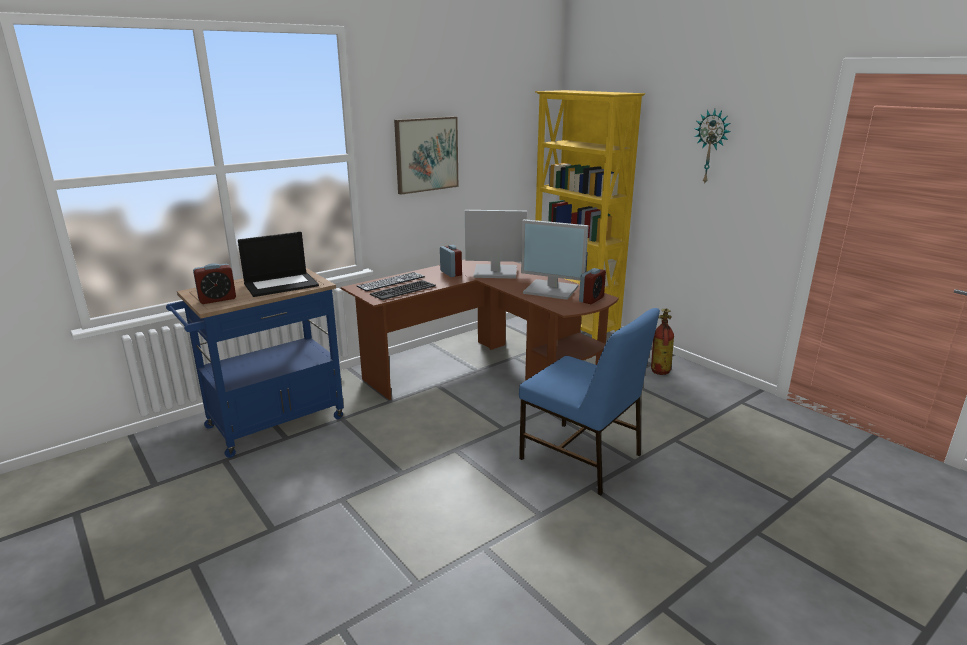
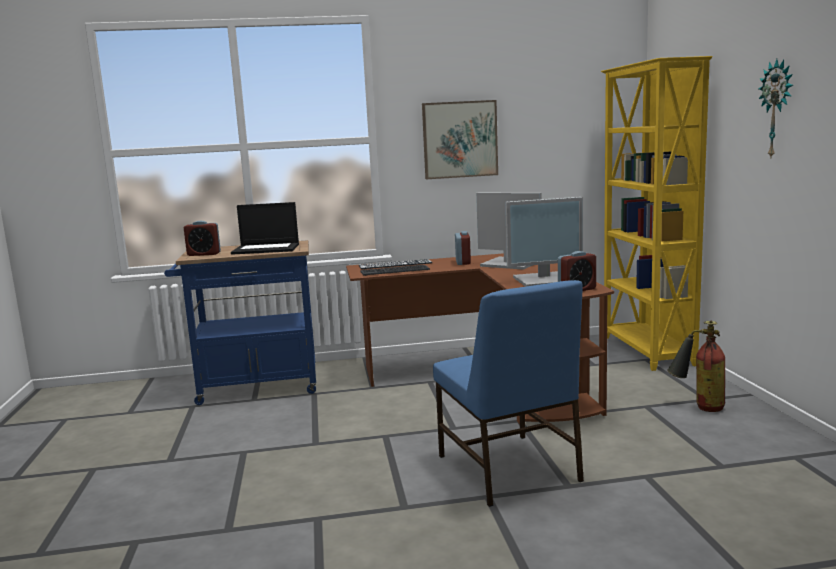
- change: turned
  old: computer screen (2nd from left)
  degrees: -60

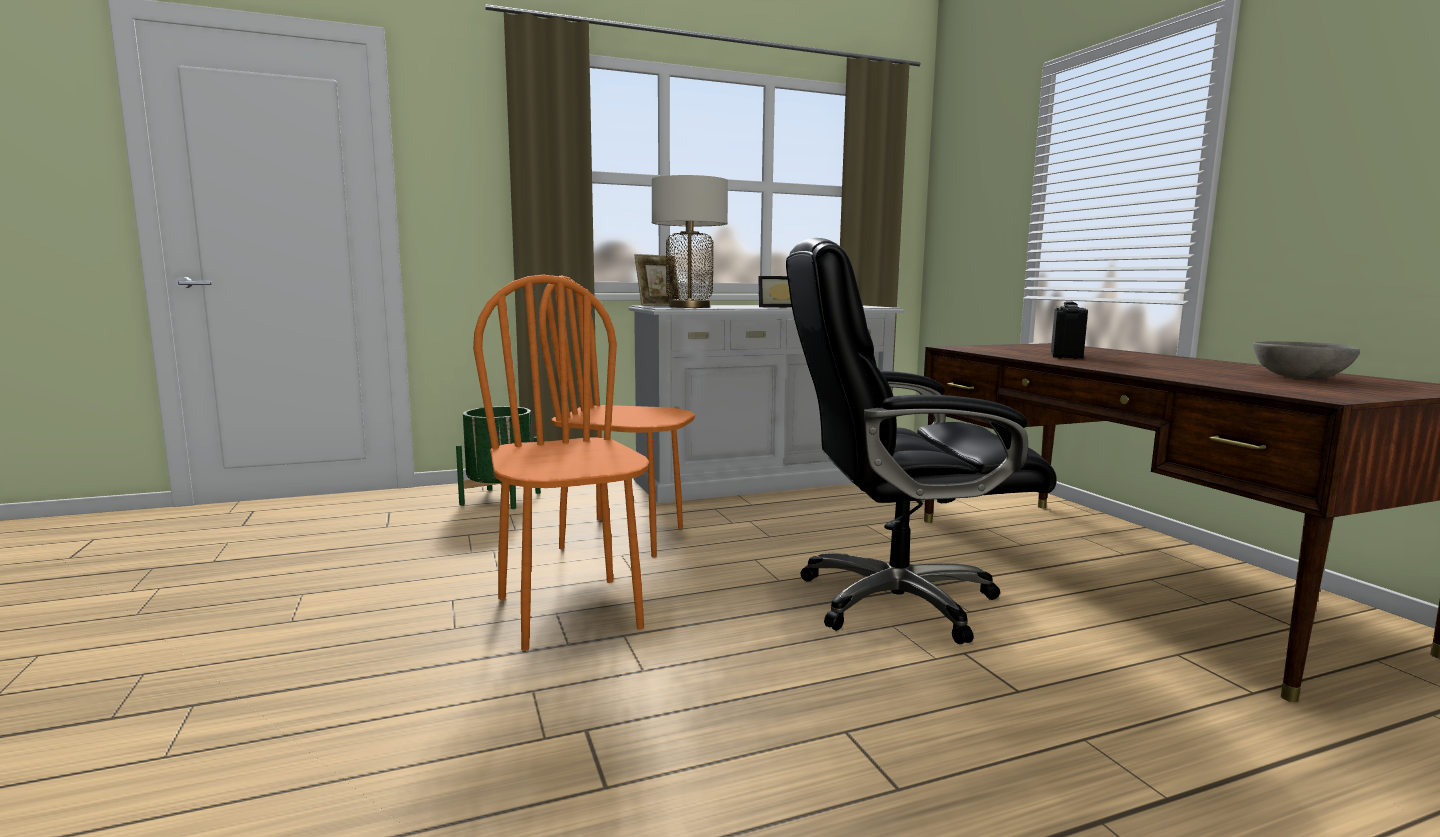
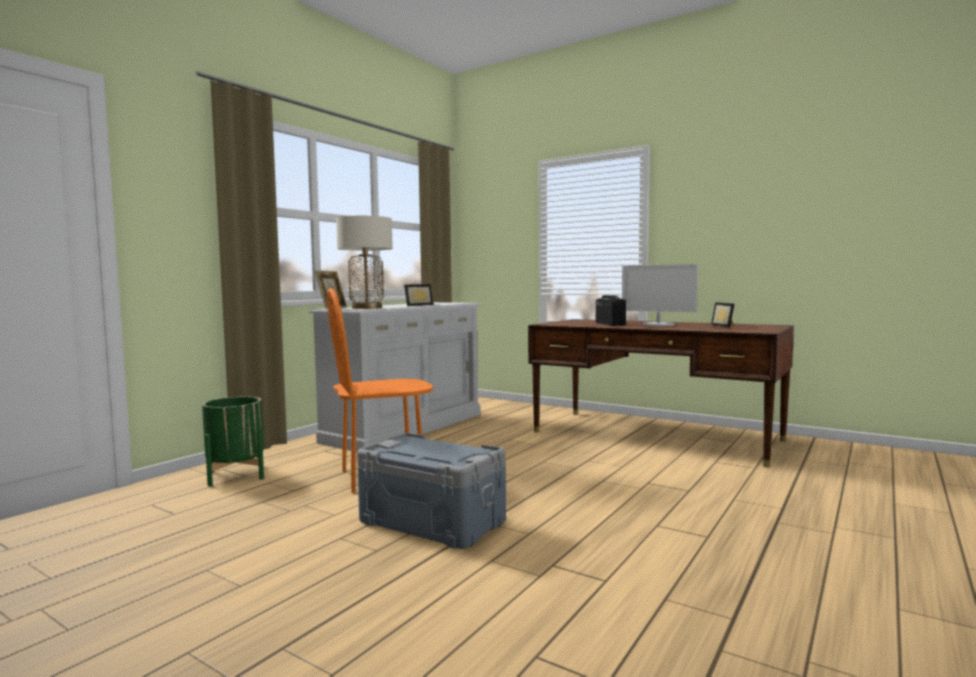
- change: replaced
  old: upright chair/orange-coloured (1st from left)
  new: storage box/greyish
- change: removed
  old: desk chair/blackish
- change: replaced
  old: serving bowl/greyish
  new: standing frame (3rd from left)
- change: added
  new: computer screen

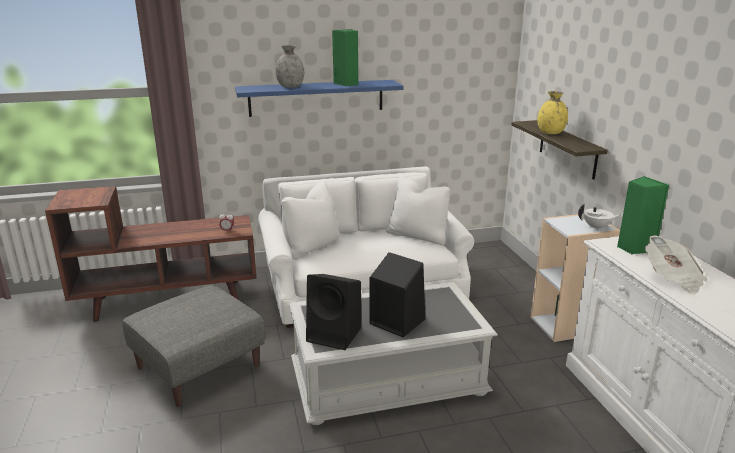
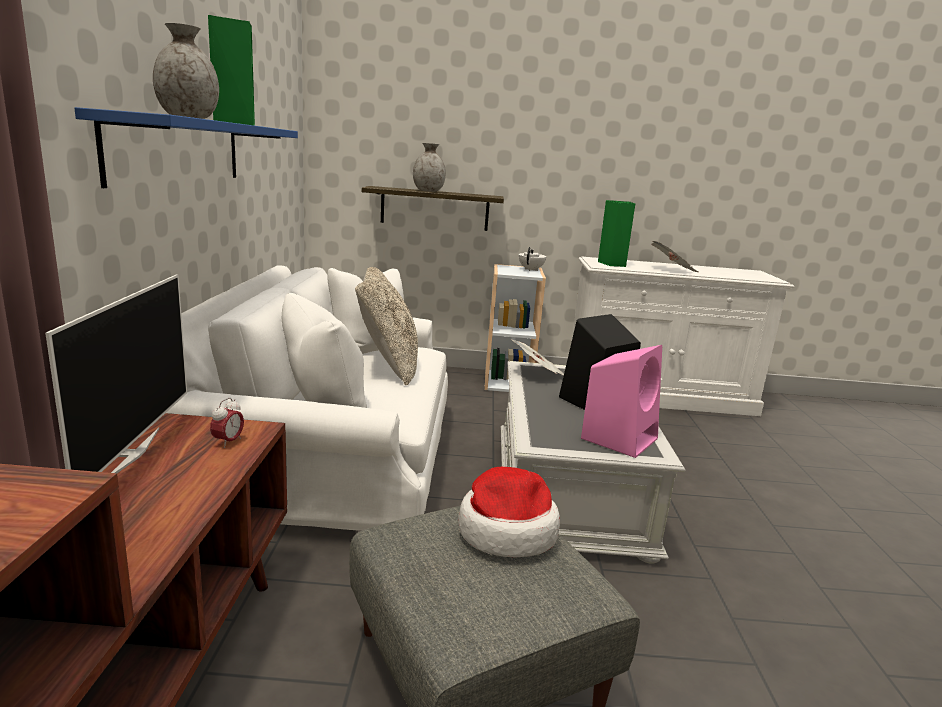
- change: recoloured
  old: speaker/blackish (1st from left)
  new: speaker/pink-coloured
- change: recoloured
  old: flower vase/yellow-coloured
  new: flower vase/greyish (2nd from left)
- change: added
  new: TV
- change: added
  new: throw pillow/beige
- change: added
  new: wearable hat
- change: added
  new: daily paper (1st from left)

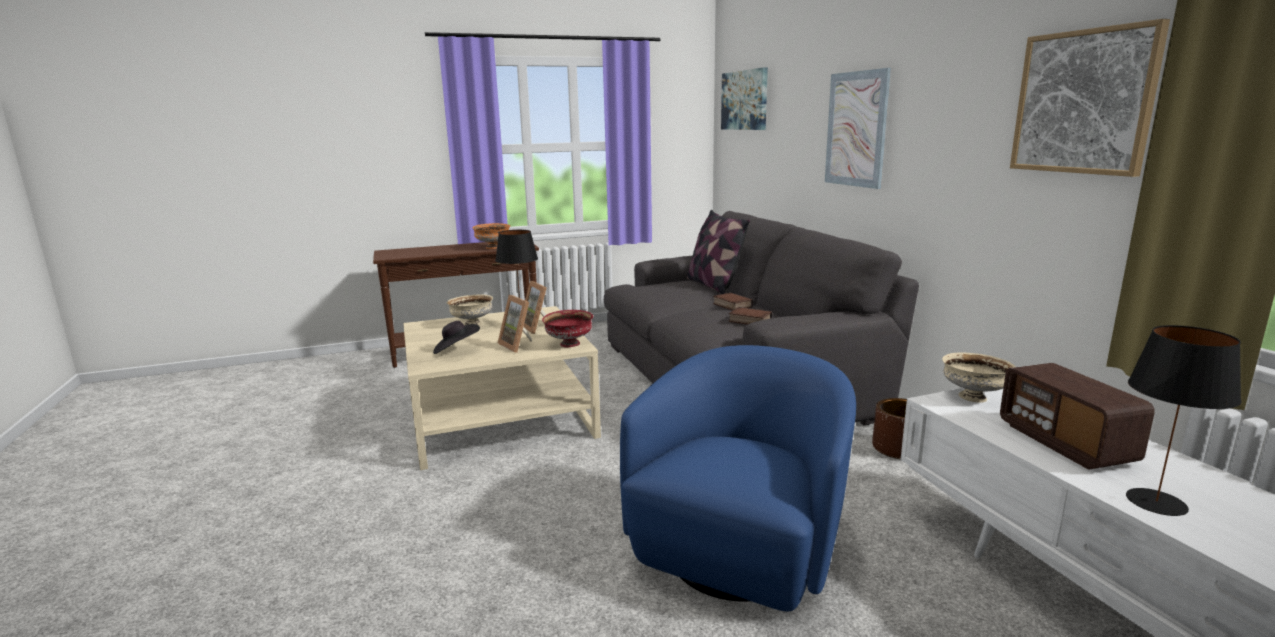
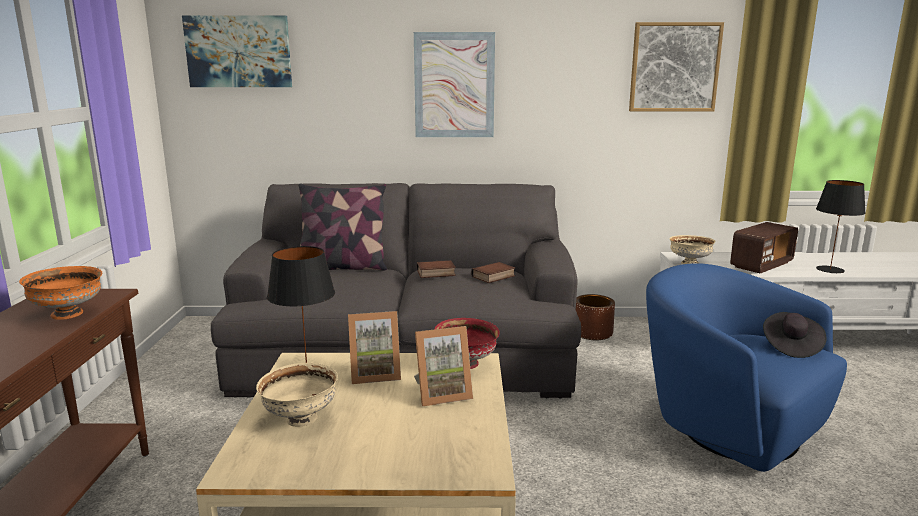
- change: moved
  old: wearable hat/blackish
- change: turned
  old: radio
  degrees: -45

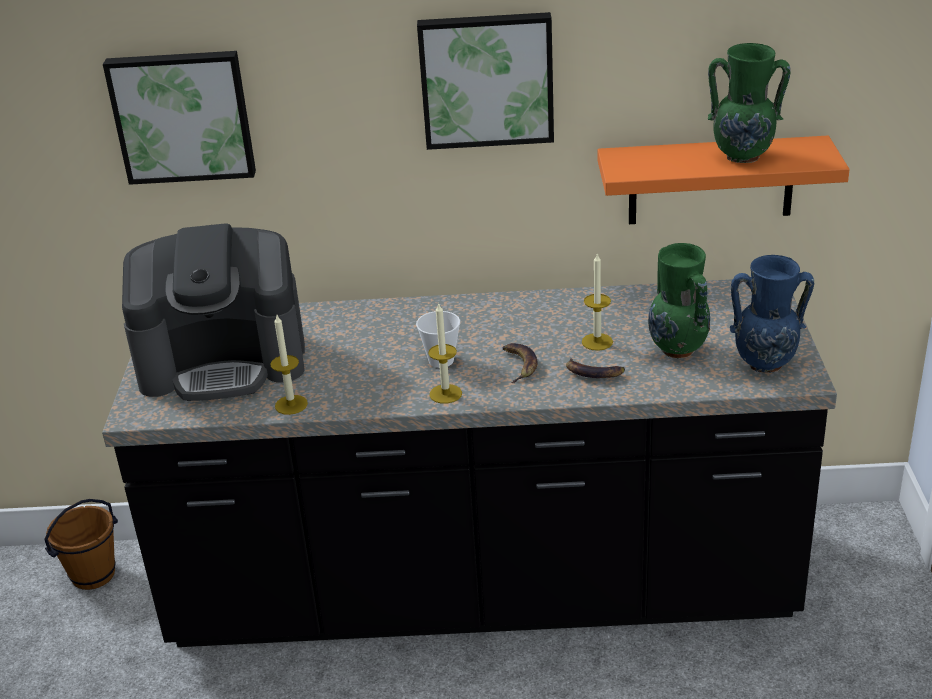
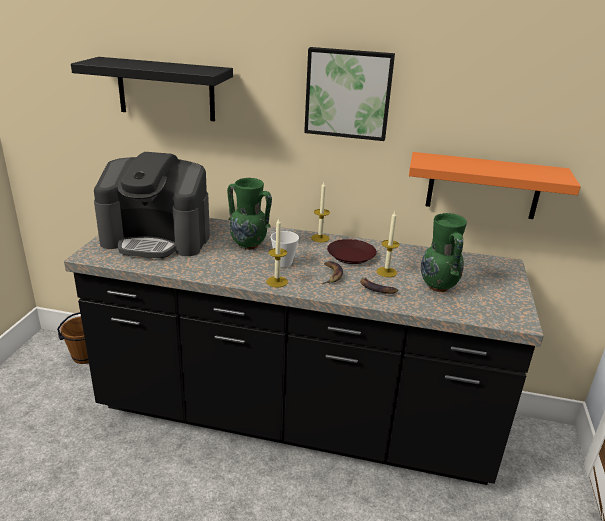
- change: replaced
  old: wall picture (1st from left)
  new: bracket shelf/blackish
- change: moved
  old: wax candle (1st from left in the first image)
  new: wax candle (2nd from left)
- change: moved
  old: flower vase/green-coloured (2nd from left in the first image)
  new: flower vase/green-coloured (1st from left)
- change: removed
  old: flower vase/blue-coloured
- change: added
  new: dinner plate/brownish

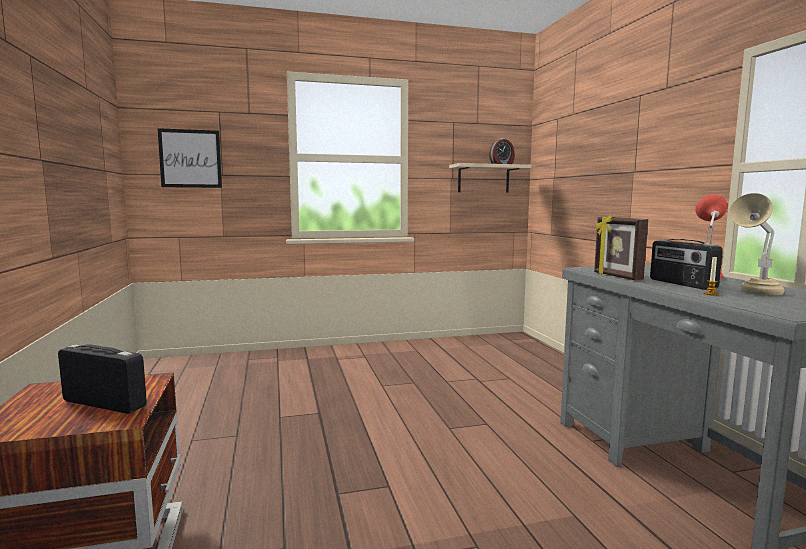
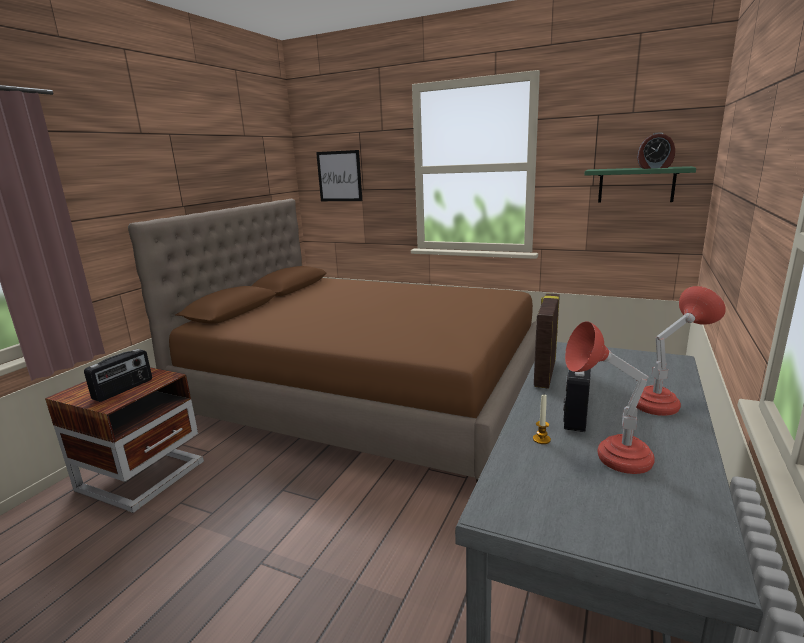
- change: turned
  old: radio (1st from left)
  degrees: 60
- change: recoloured
  old: bracket shelf/beige
  new: bracket shelf/green-coloured
- change: recoloured
  old: table lamp/beige
  new: table lamp/red-coloured (1st from left)
- change: added
  new: bed/brownish

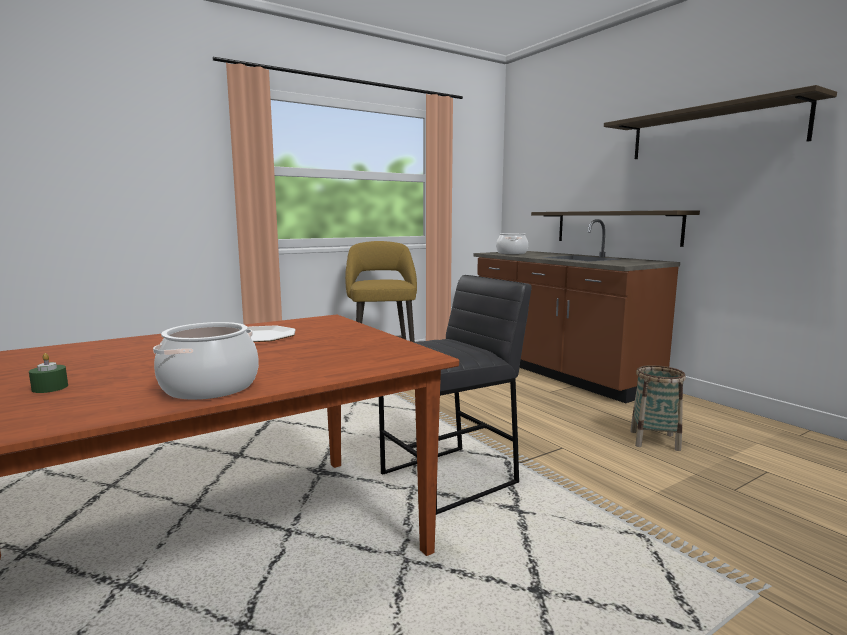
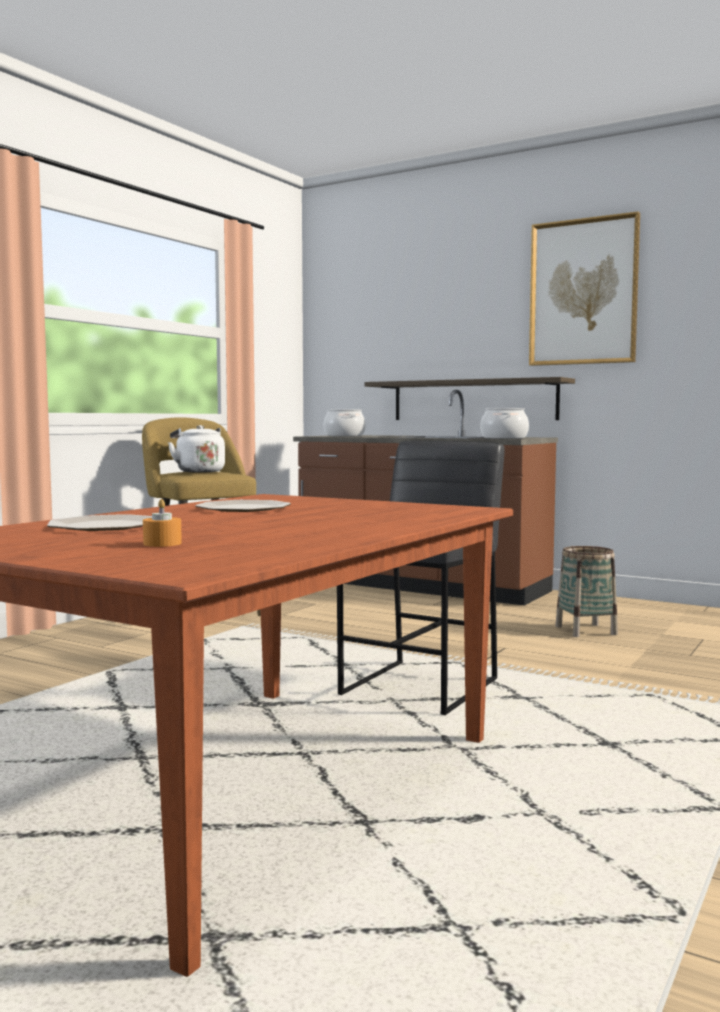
- change: recoloured
  old: wax candle/green-coloured
  new: wax candle/orange-coloured
- change: moved
  old: saucepot (1st from left in the first image)
  new: saucepot (2nd from left)
- change: replaced
  old: bracket shelf (2nd from left)
  new: wall picture
- change: added
  new: dinner plate (1st from left)
- change: added
  new: water kettle/whitish

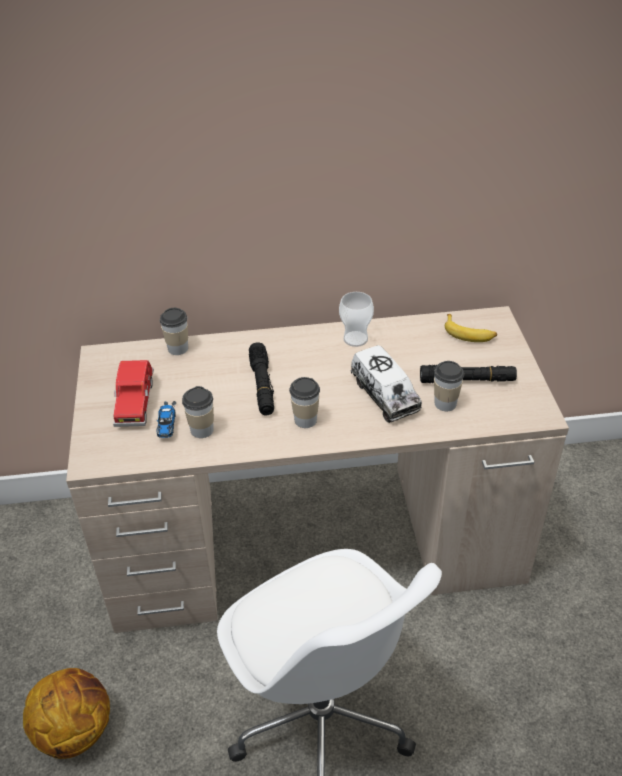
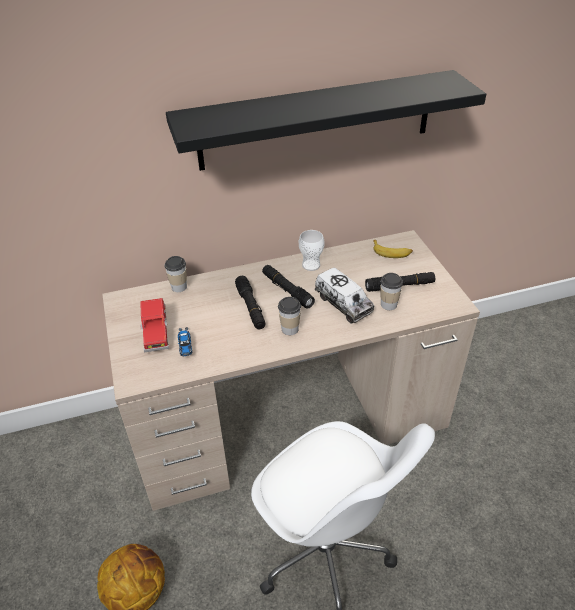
- change: removed
  old: cup (2nd from left)
- change: added
  new: bracket shelf/blackish
- change: added
  new: flashlight/blackish (2nd from left)

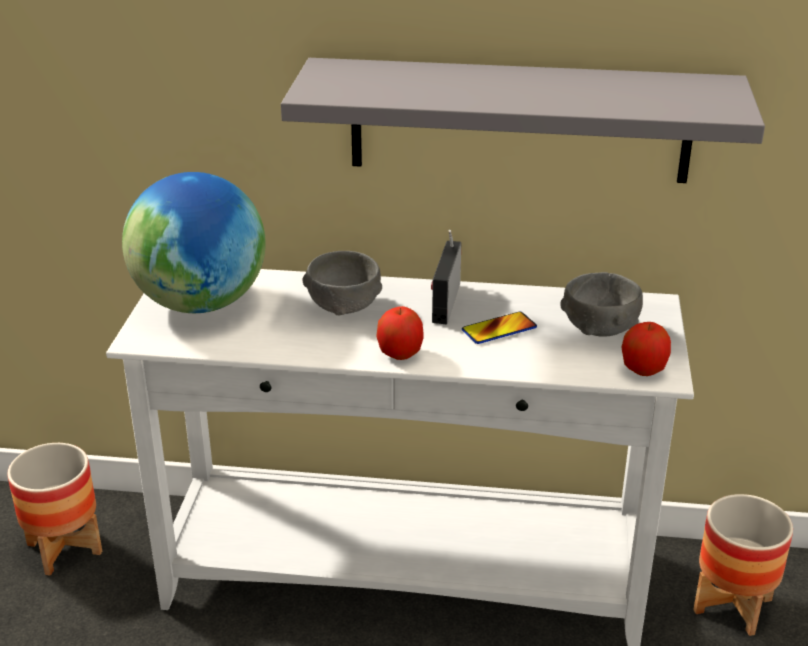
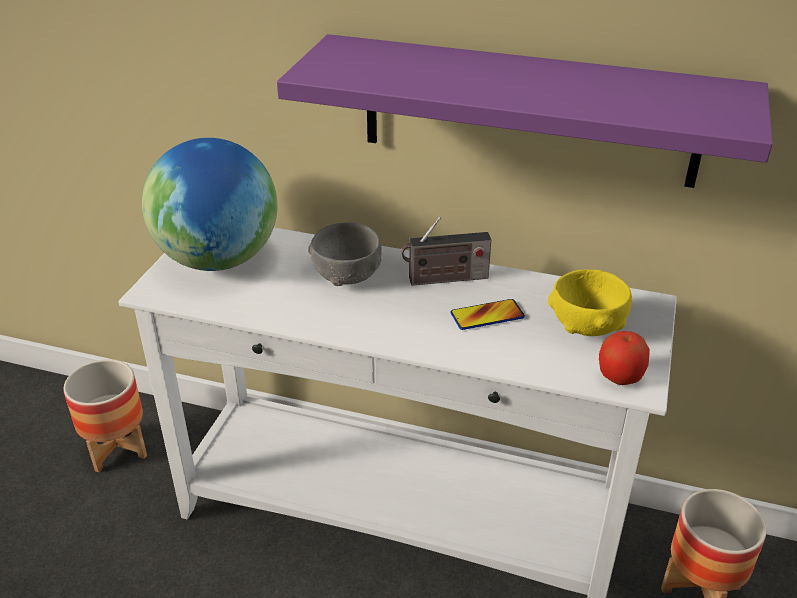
- change: recoloured
  old: bracket shelf/greyish
  new: bracket shelf/purplish
- change: removed
  old: apple (1st from left)
- change: turned
  old: radio
  degrees: -120
- change: recoloured
  old: serving bowl/greyish (2nd from left)
  new: serving bowl/yellow-coloured

